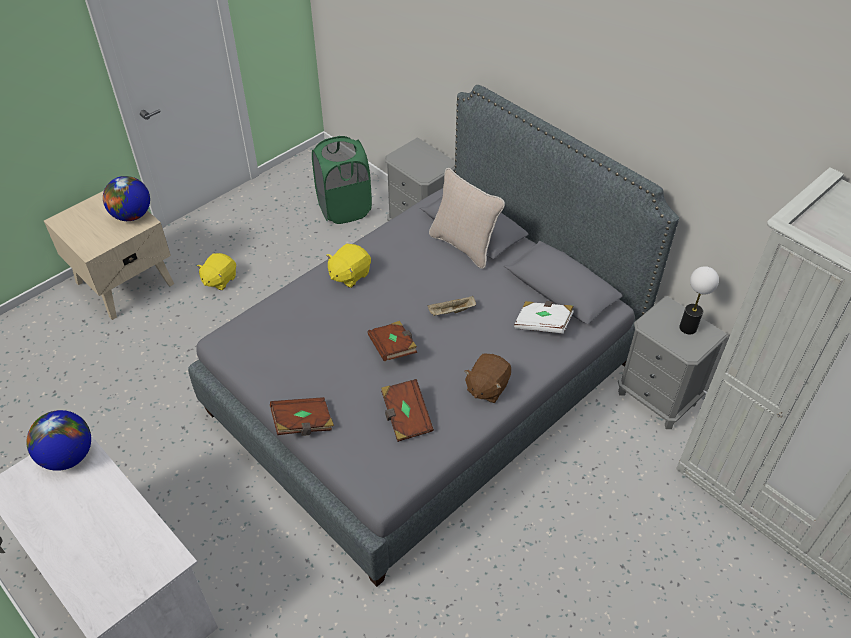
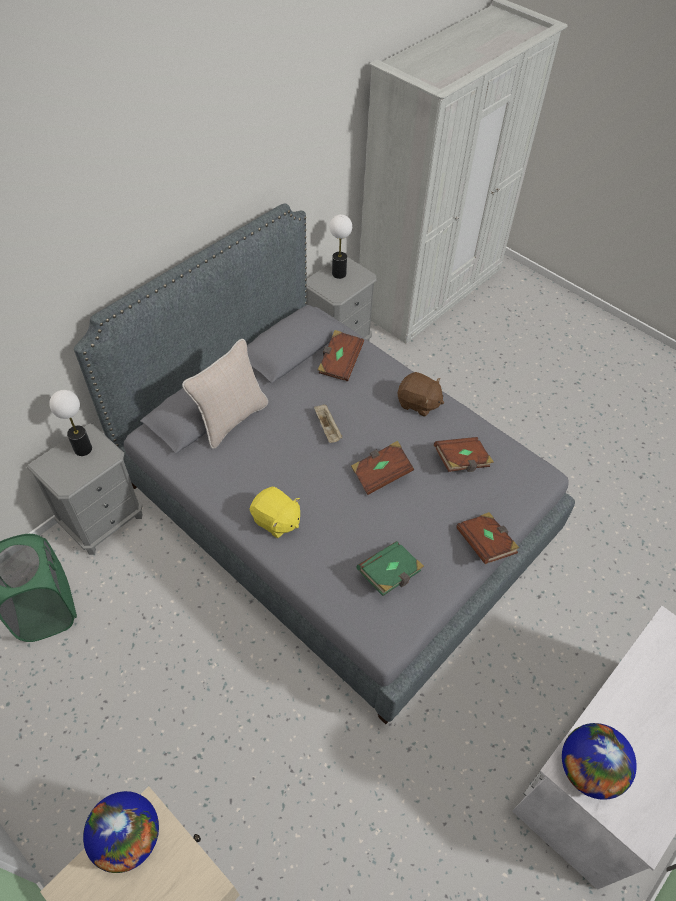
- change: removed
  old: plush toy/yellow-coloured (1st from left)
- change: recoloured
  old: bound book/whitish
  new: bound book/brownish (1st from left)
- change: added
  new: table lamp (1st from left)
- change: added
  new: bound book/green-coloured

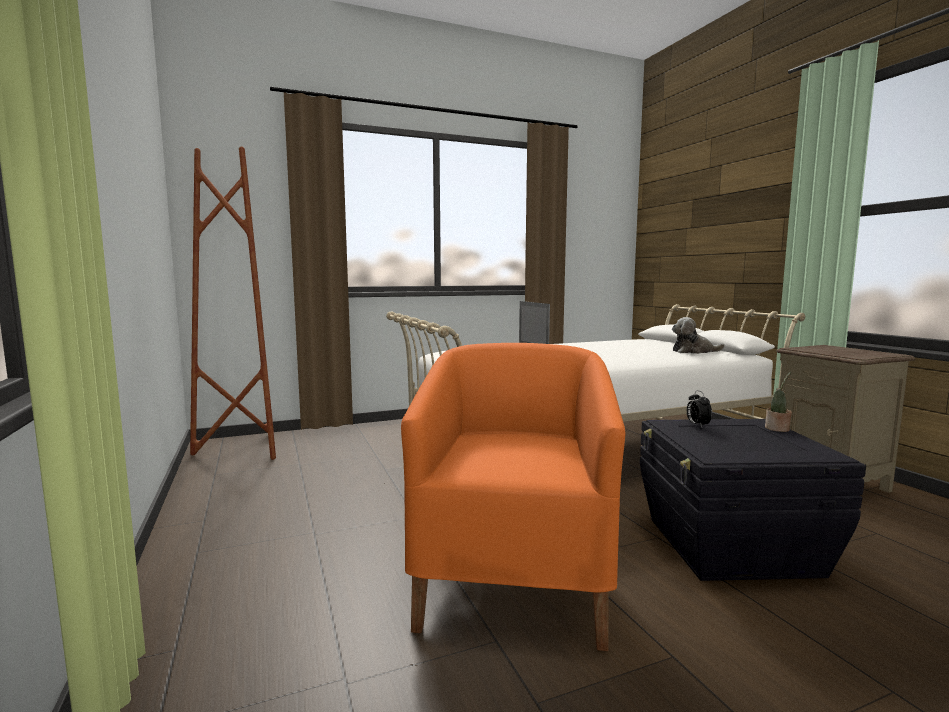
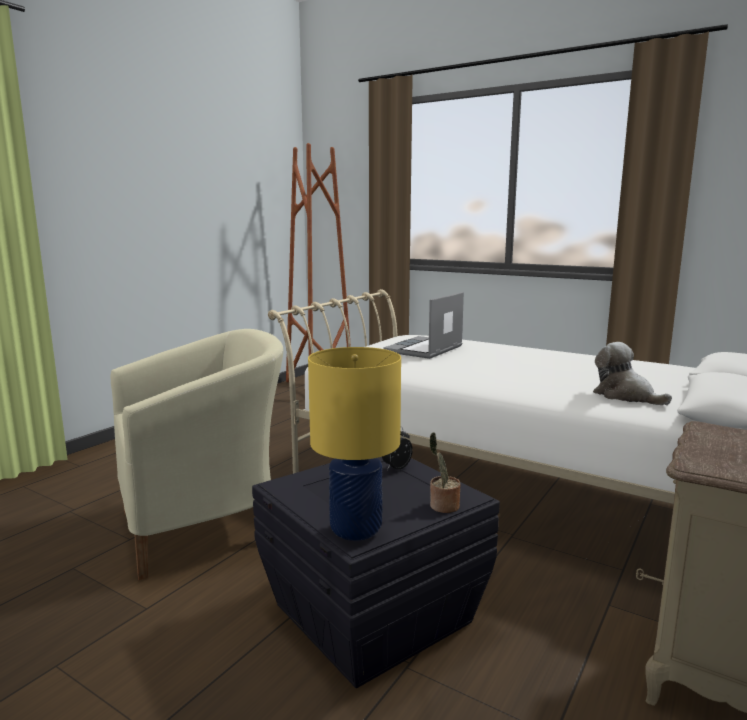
- change: recoloured
  old: easy chair/orange-coloured
  new: easy chair/beige
- change: added
  new: table lamp/yellow-coloured

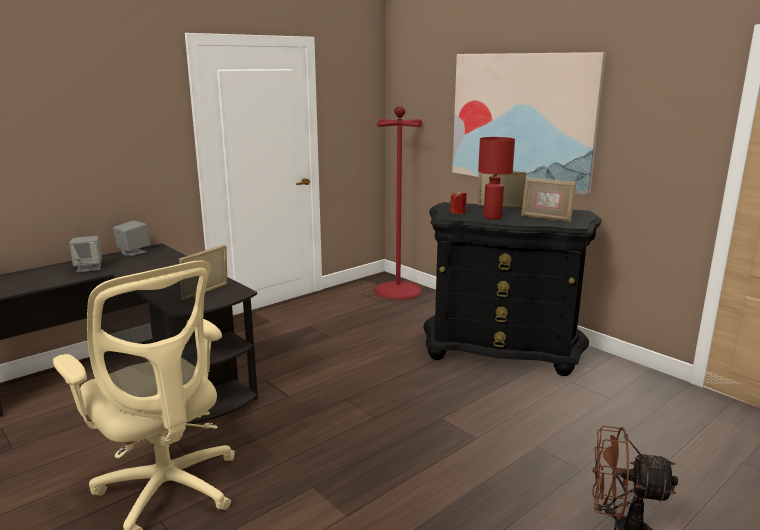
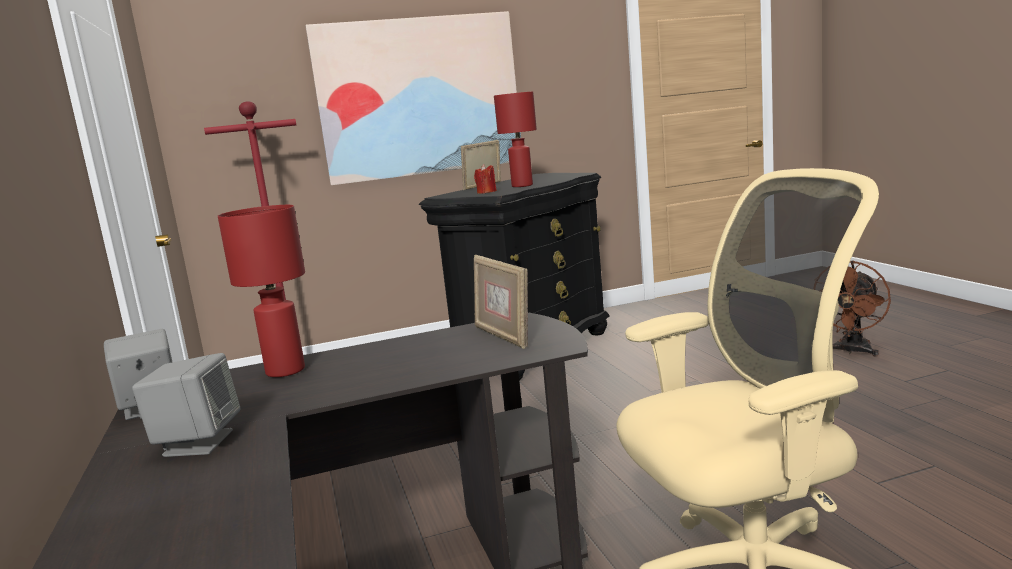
- change: removed
  old: standing frame (3rd from left)
- change: added
  new: table lamp/red-coloured (1st from left)

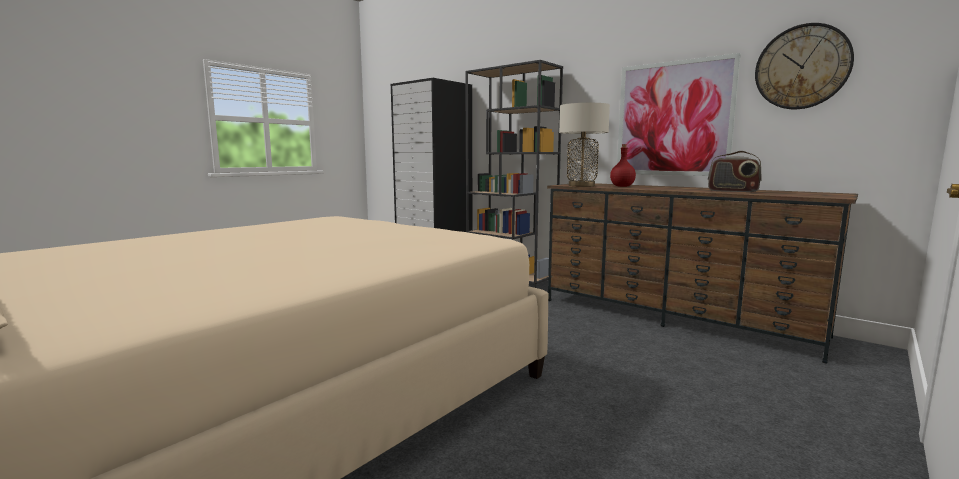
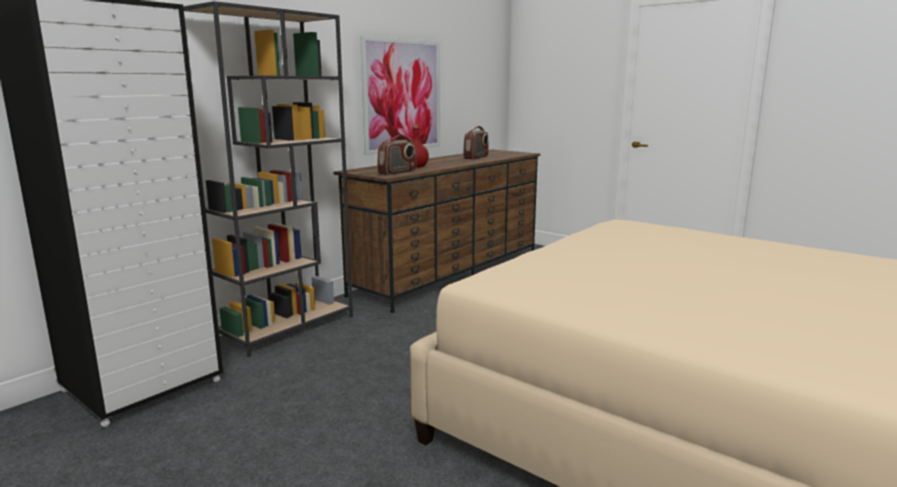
- change: replaced
  old: table lamp
  new: radio (1st from left)
- change: removed
  old: wall clock

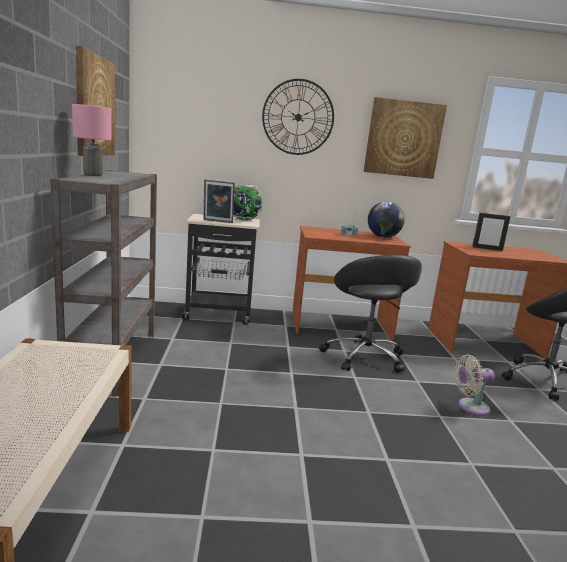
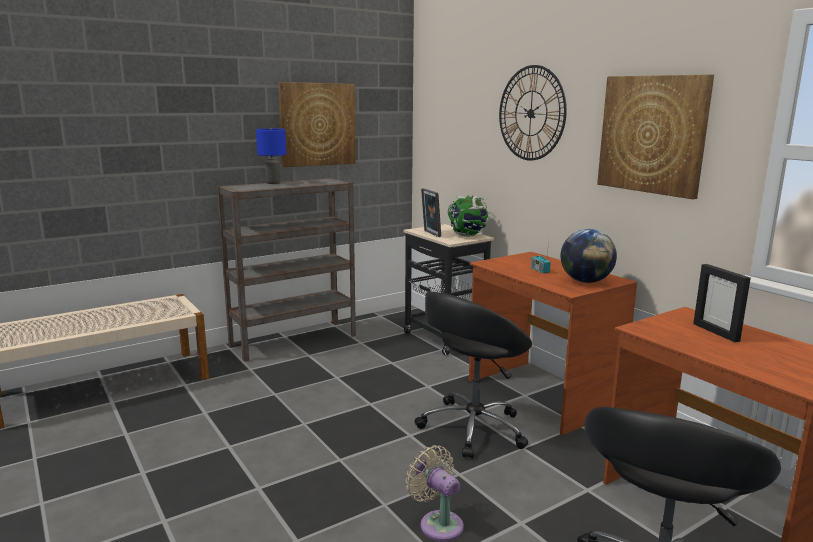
- change: recoloured
  old: table lamp/pink-coloured
  new: table lamp/blue-coloured

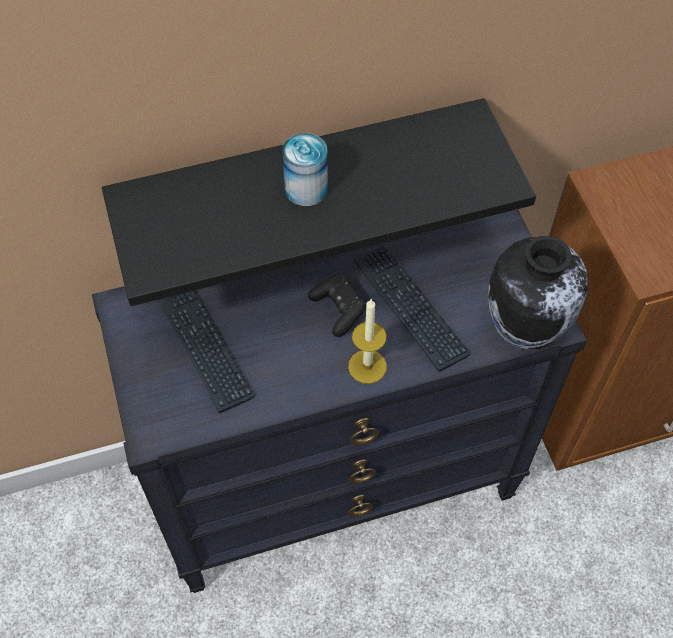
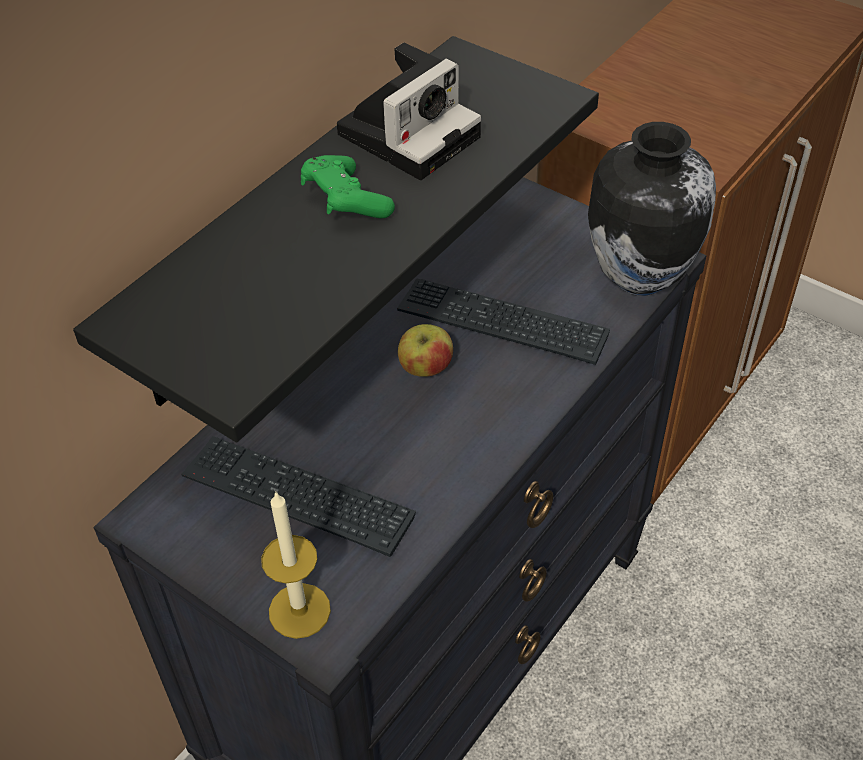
- change: replaced
  old: sealed can
  new: game controller/green-coloured
- change: replaced
  old: game controller/blackish
  new: apple
- change: moved
  old: wax candle
- change: added
  new: still camera

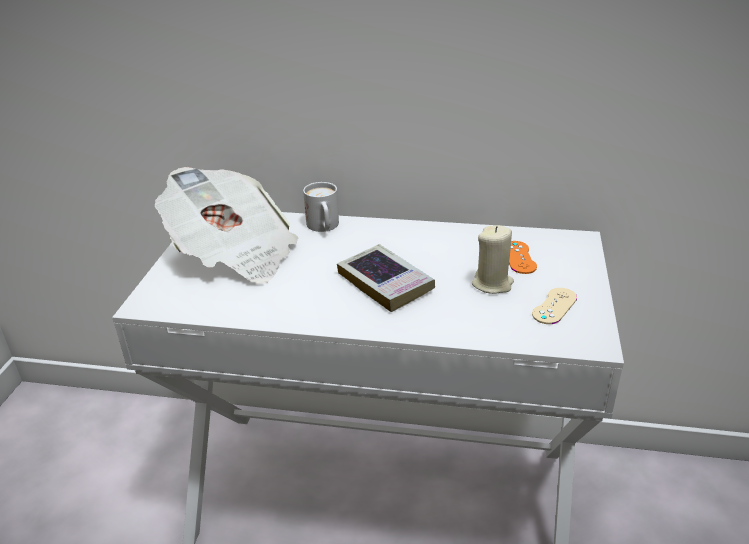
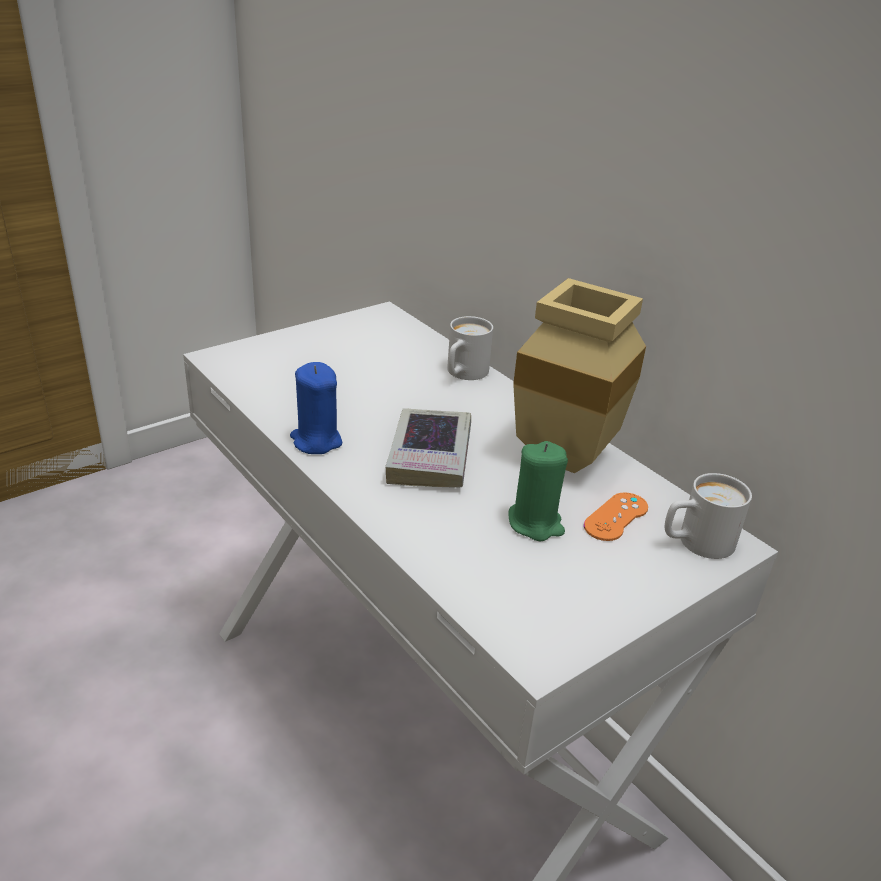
- change: removed
  old: daily paper
- change: recoloured
  old: wax candle/beige
  new: wax candle/green-coloured
- change: removed
  old: game controller/beige
- change: added
  new: wax candle/blue-coloured
- change: added
  new: flower vase/beige
- change: added
  new: tea mug/whitish (2nd from left)

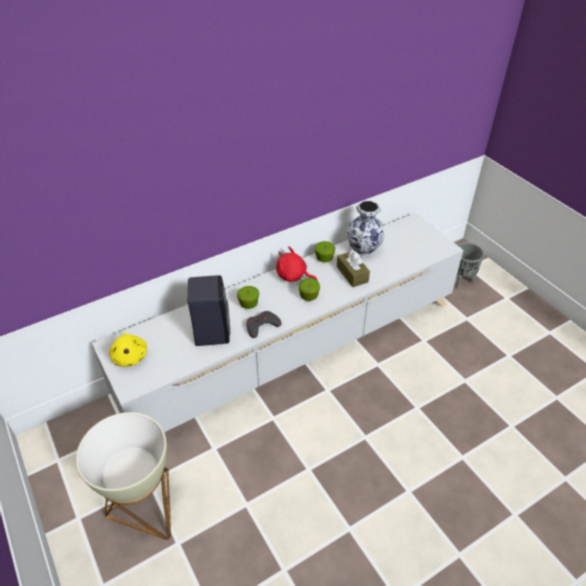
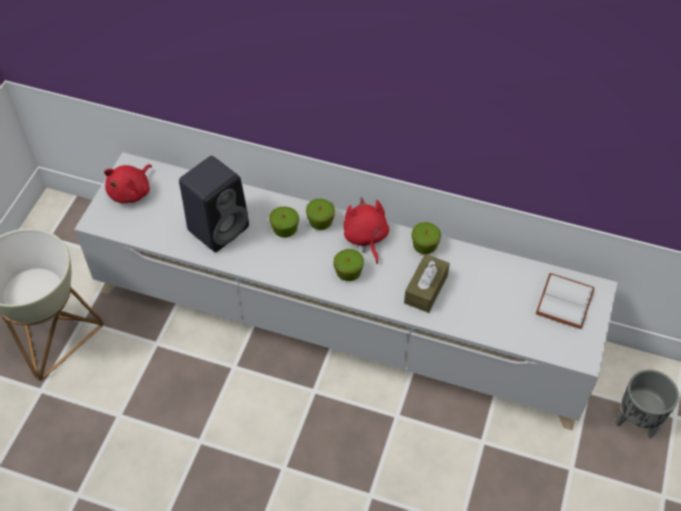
- change: recoloured
  old: plush toy/yellow-coloured
  new: plush toy/red-coloured (1st from left)
- change: removed
  old: game controller/greyish
- change: removed
  old: flower vase
- change: added
  new: apple (2nd from left)
- change: added
  new: bound book/whitish

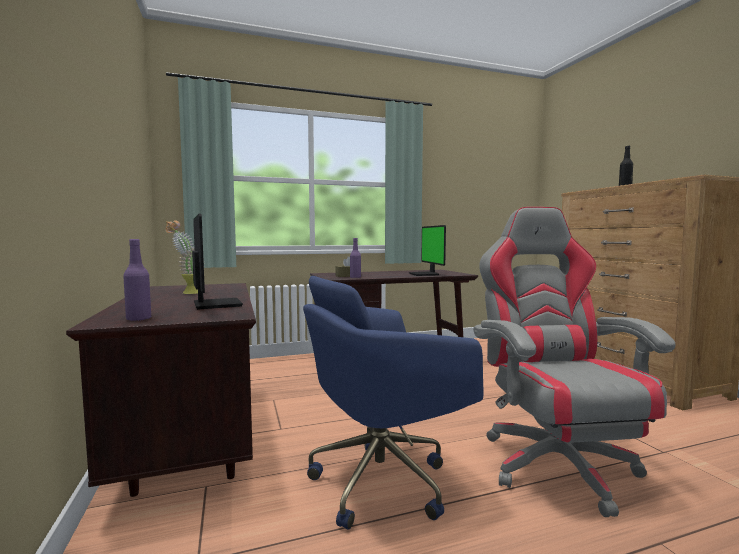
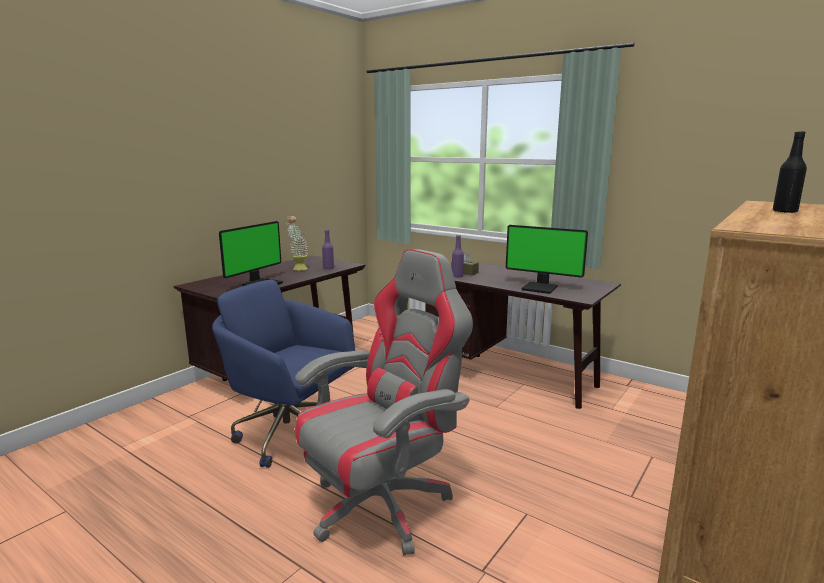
- change: moved
  old: bottle/purplish (1st from left)
- change: turned
  old: computer screen (2nd from left)
  degrees: -105

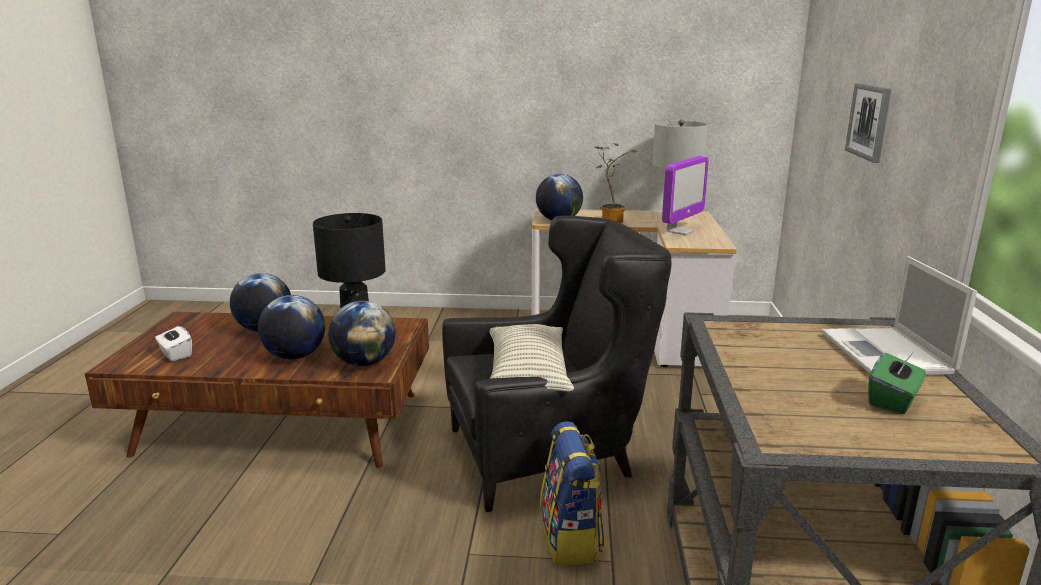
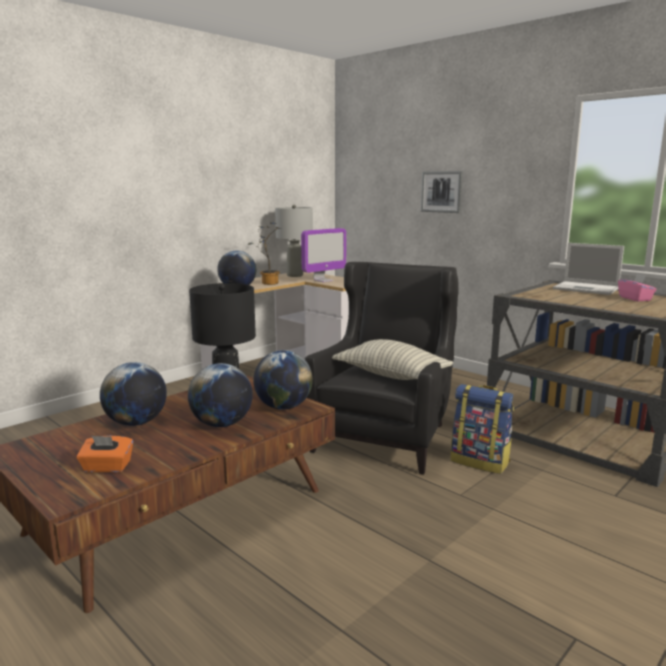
- change: recoloured
  old: box of tissues/whitish
  new: box of tissues/orange-coloured
- change: turned
  old: computer screen
  degrees: 60
- change: recoloured
  old: box of tissues/green-coloured
  new: box of tissues/pink-coloured

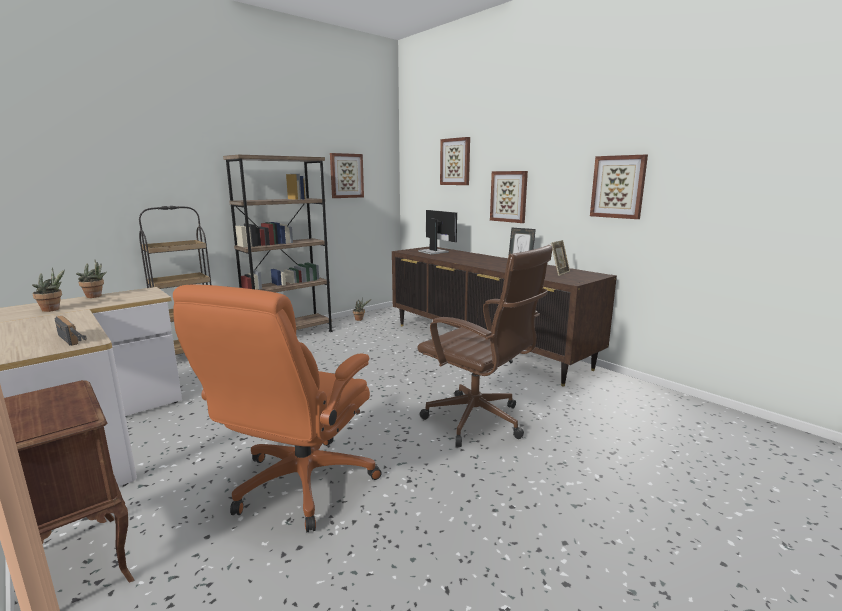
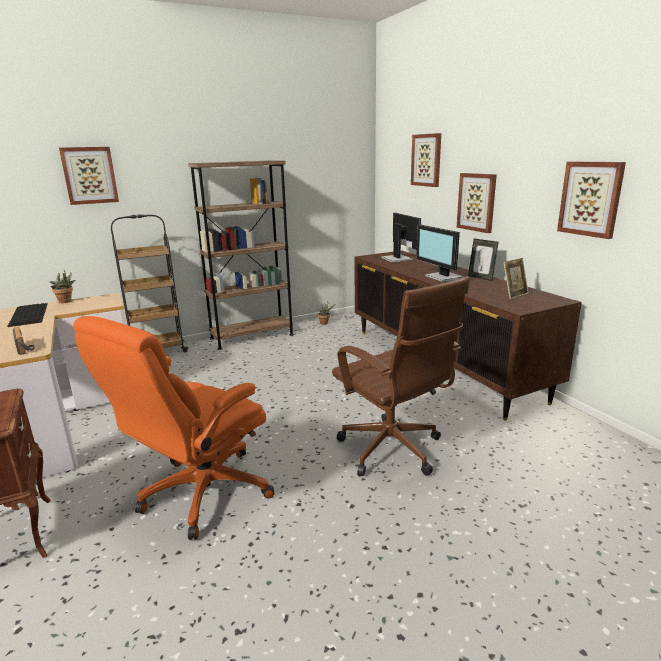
- change: replaced
  old: houseplant (1st from left)
  new: computer keyboard
- change: moved
  old: wall picture (1st from left)
- change: added
  new: computer screen (2nd from left)

